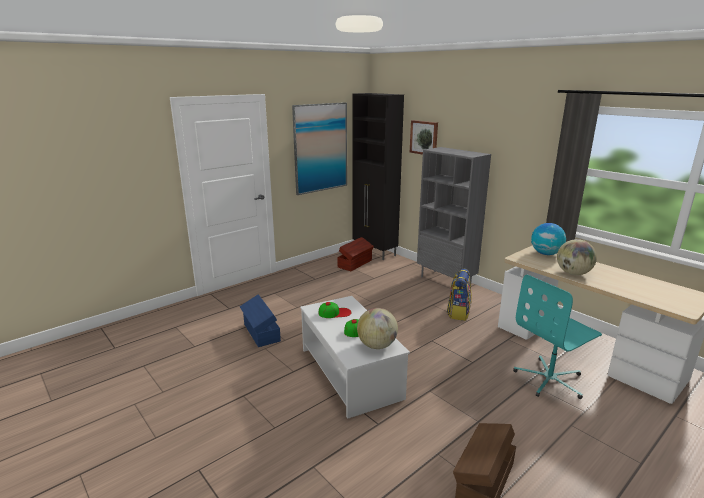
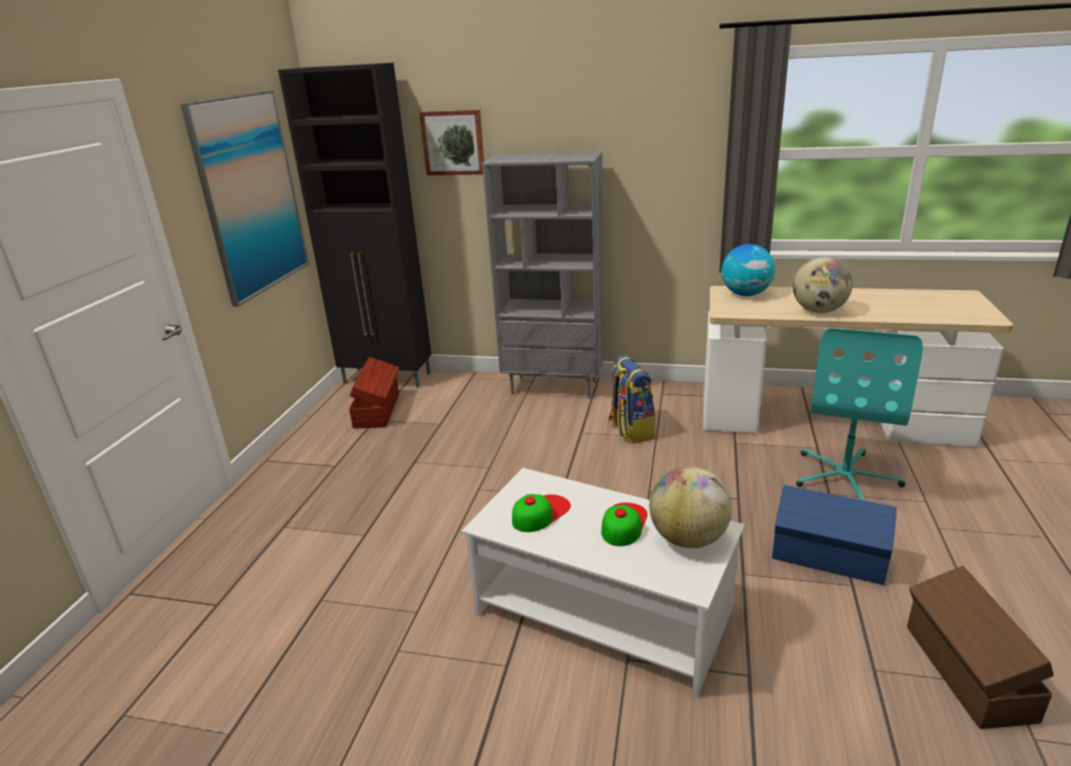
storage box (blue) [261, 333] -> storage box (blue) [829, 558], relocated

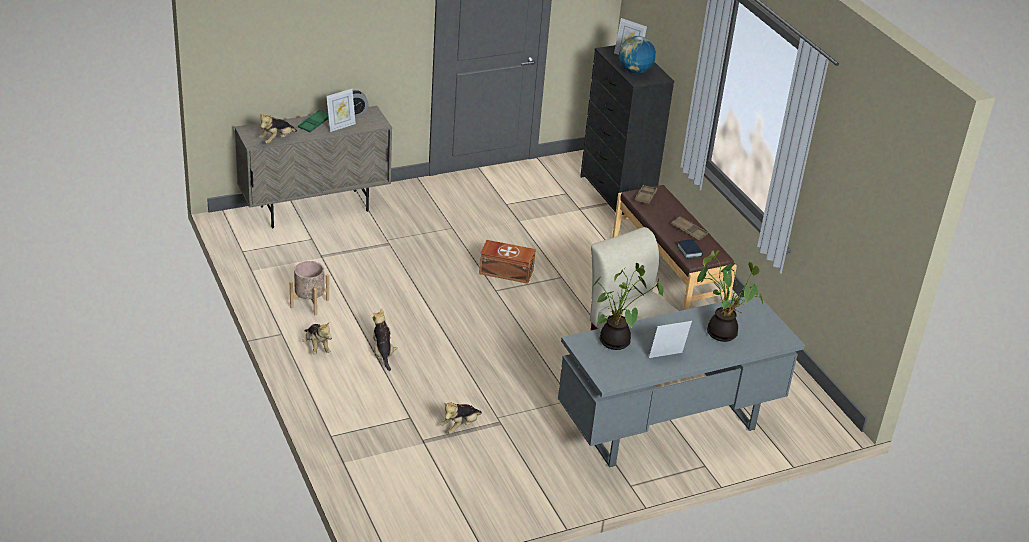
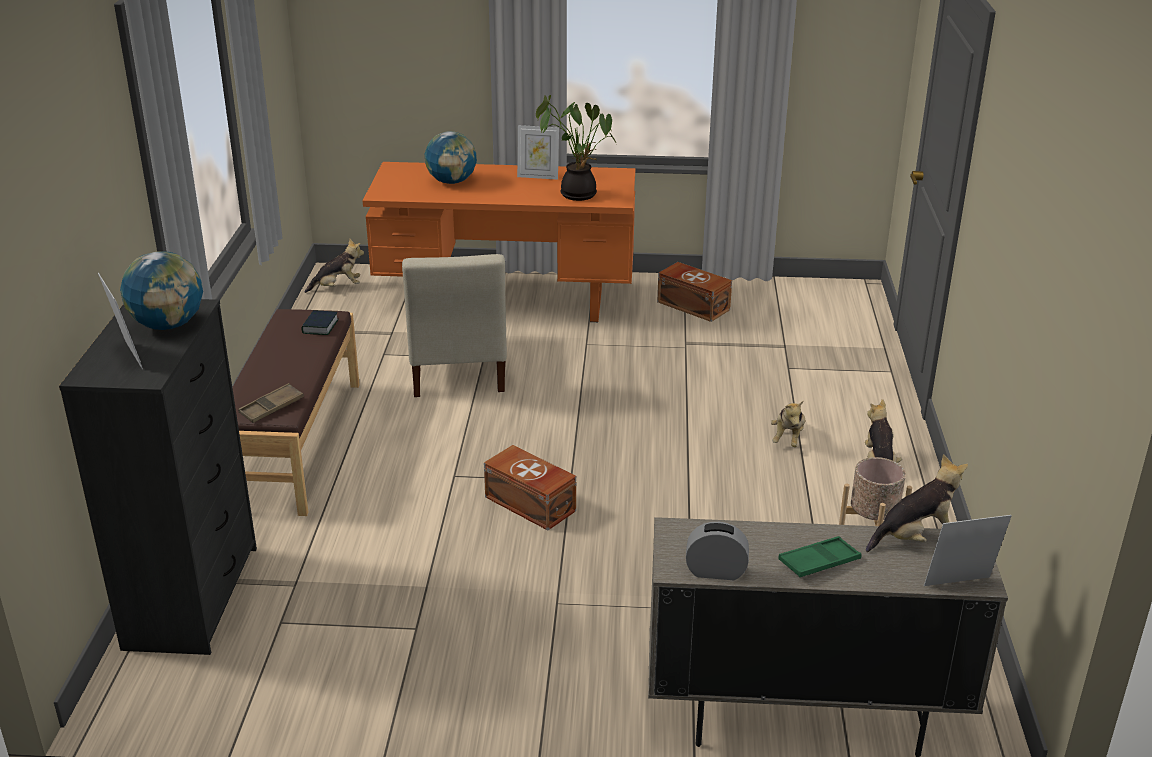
plush toy [460, 426] -> plush toy [338, 287], relocated
desk (grey) [668, 428] -> desk (orange) [506, 302]
potted plant [722, 332] -> globe [451, 182]
none -> storage box (brown) [693, 305]
picture frame [341, 126] -> picture frame [960, 586], relocated
tray (brown) [689, 231] -> none

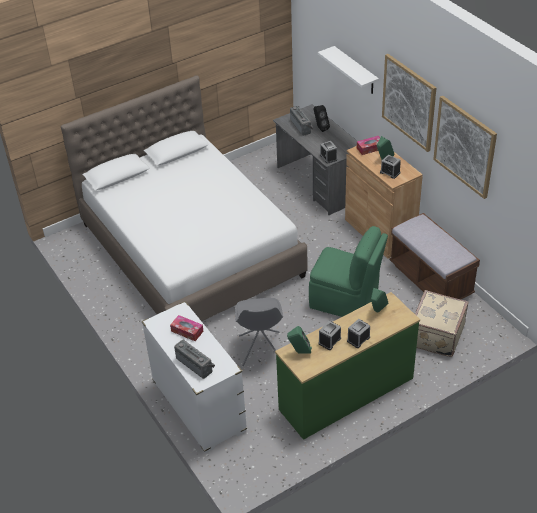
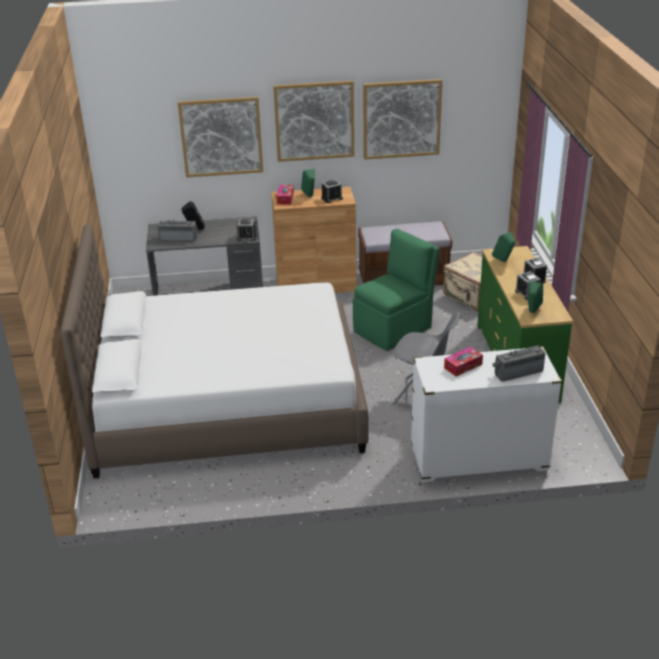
shelf (white) [355, 71] -> picture [221, 137]

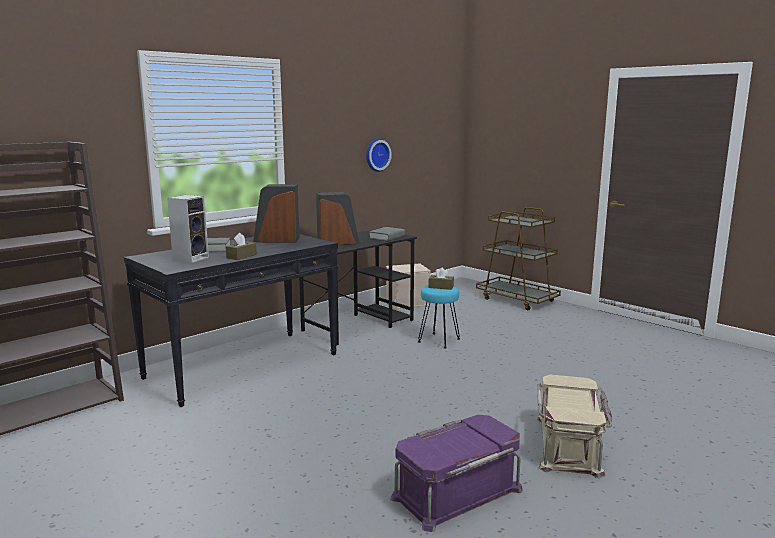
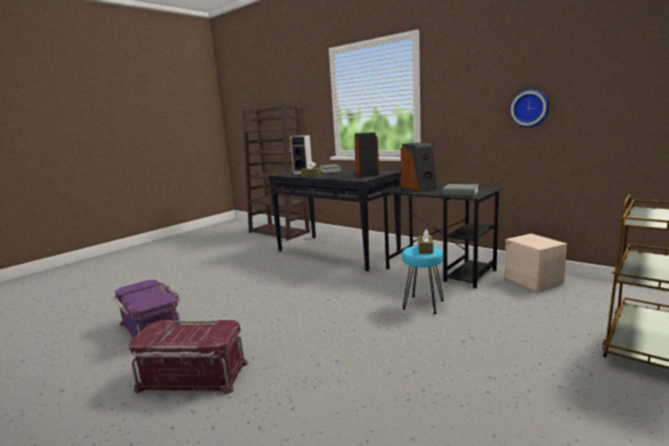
storage box (beige) [569, 445] -> storage box (red) [192, 376]

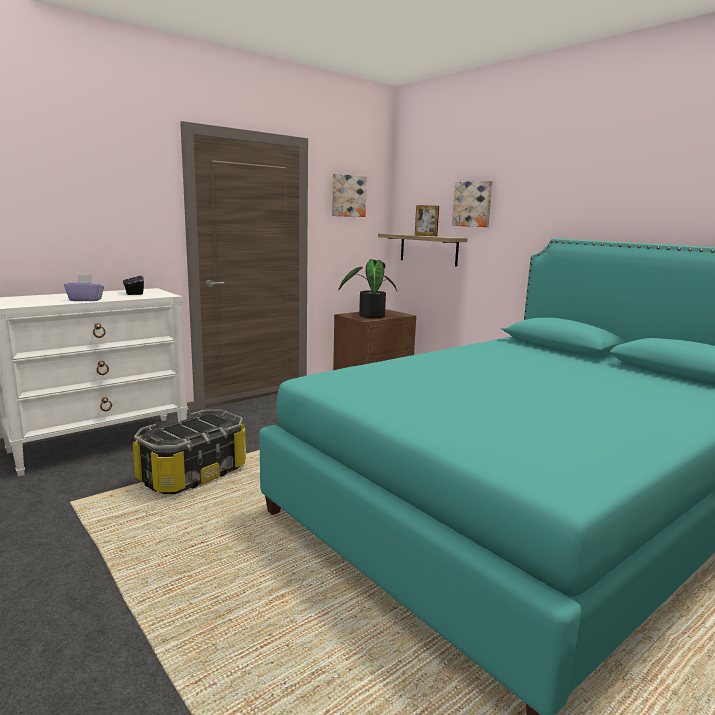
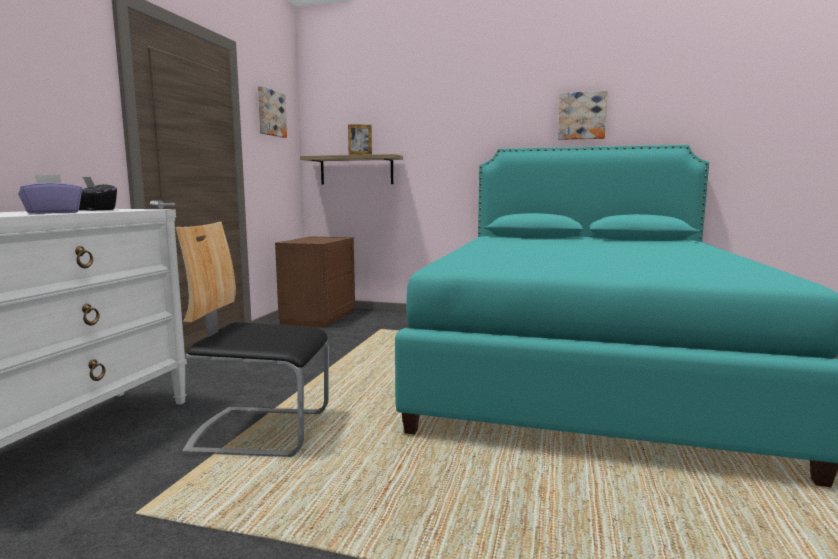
storage box [193, 474] -> chair [261, 431]
picture [473, 204] -> picture [582, 116], relocated
potted plant [369, 315] -> none

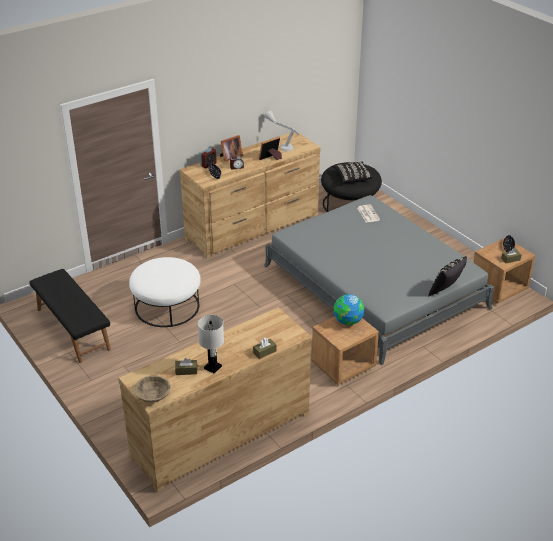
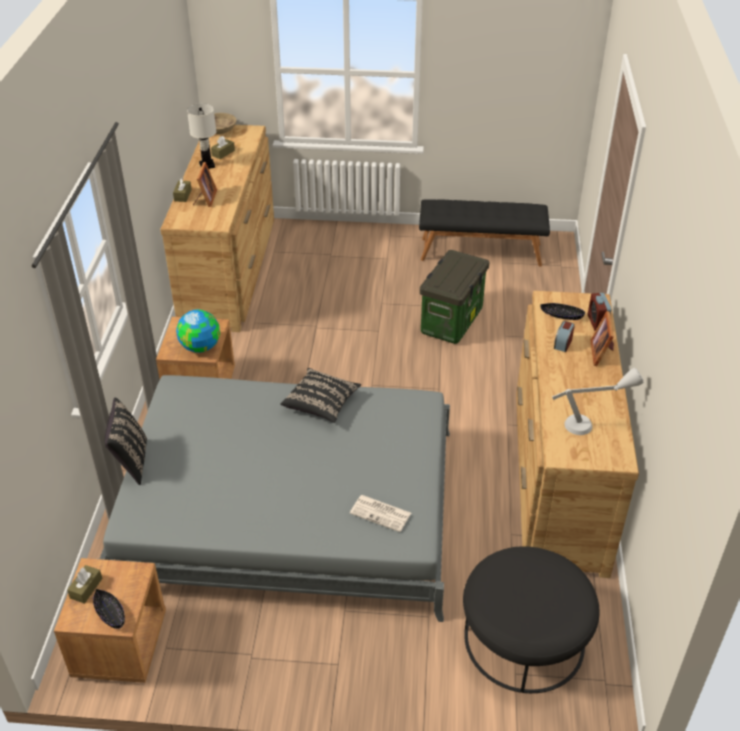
picture frame [271, 158] -> picture frame [205, 199], relocated
pillow (black) [352, 177] -> pillow (black) [321, 404], relocated
ottoman (white) [167, 306] -> storage box [451, 320]

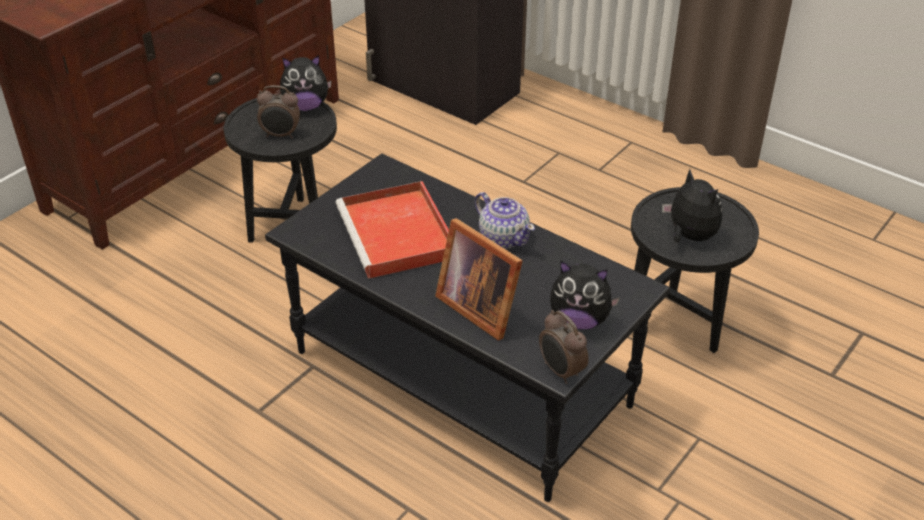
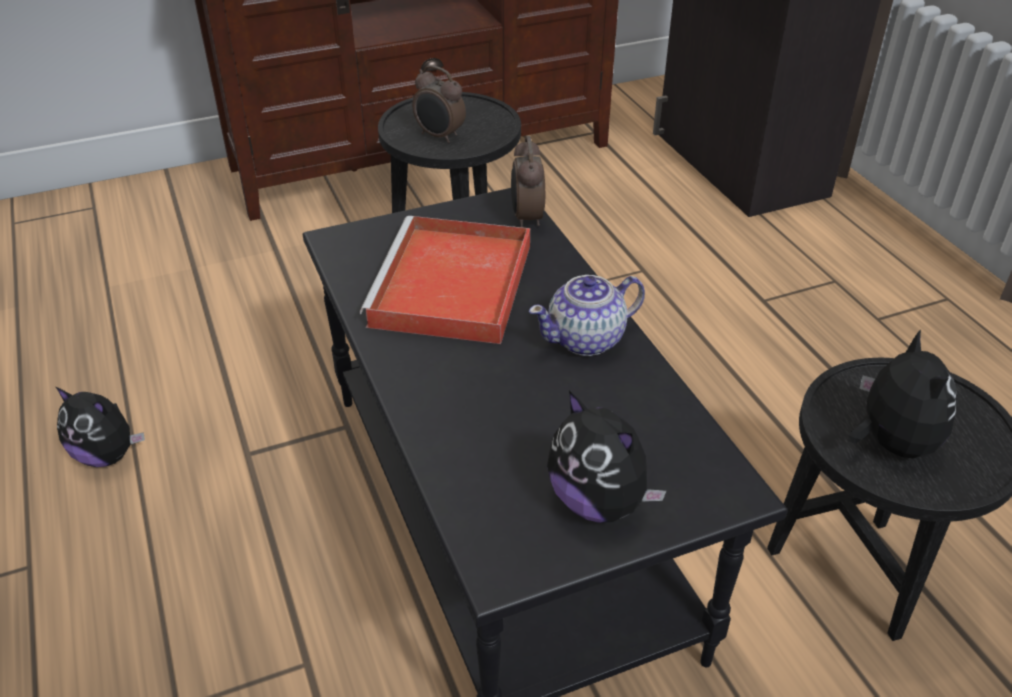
plush toy [306, 106] -> plush toy [107, 455], relocated
alarm clock [560, 371] -> alarm clock [526, 218], relocated
teapot [503, 237] -> teapot [587, 339], 75 degrees clockwise
picture frame [479, 306] -> none

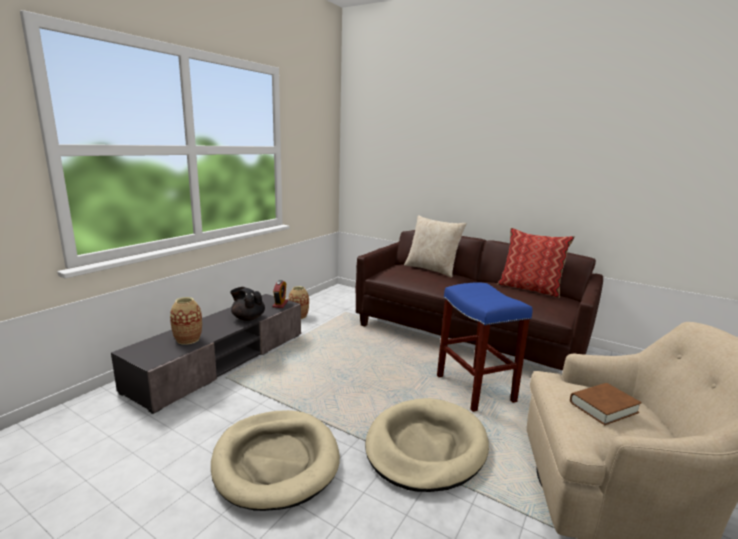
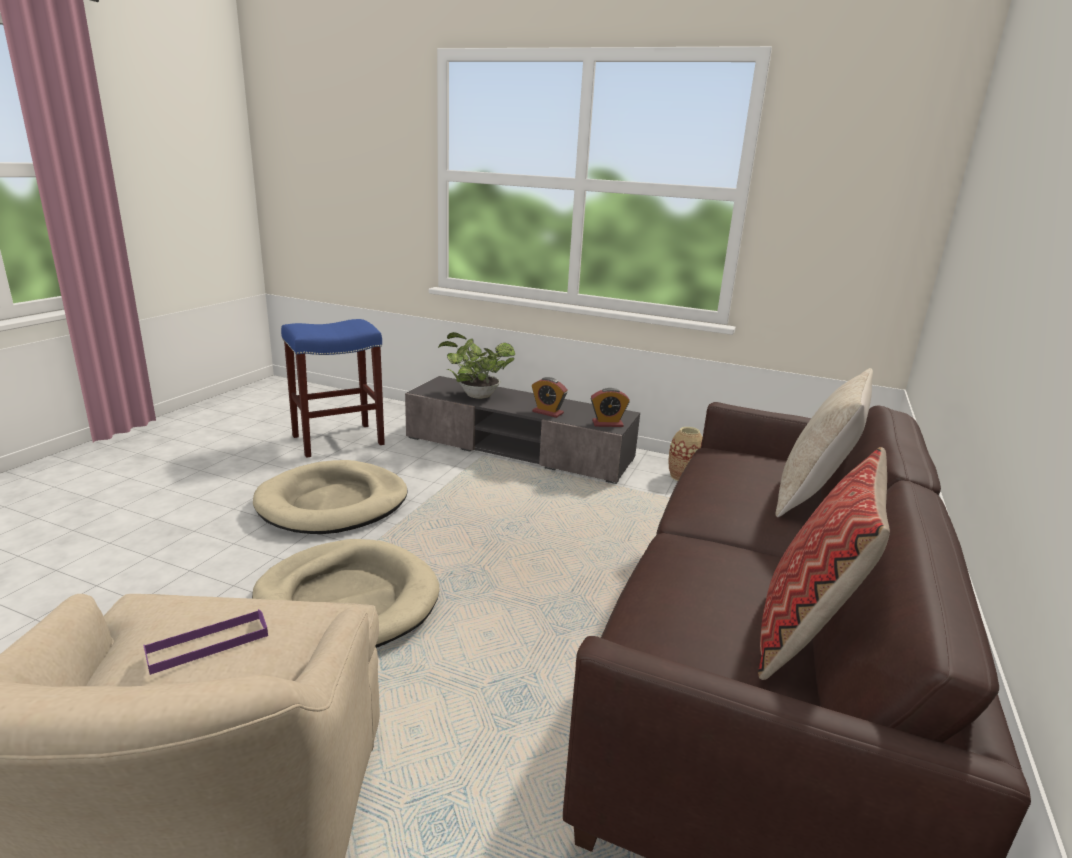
book (brown) [603, 407] -> tray (purple) [208, 644]
stool (blue) [476, 389] -> stool (blue) [337, 440], relocated
vase [188, 339] -> potted plant [475, 395]
teapot (black) [248, 318] -> alarm clock [548, 412]

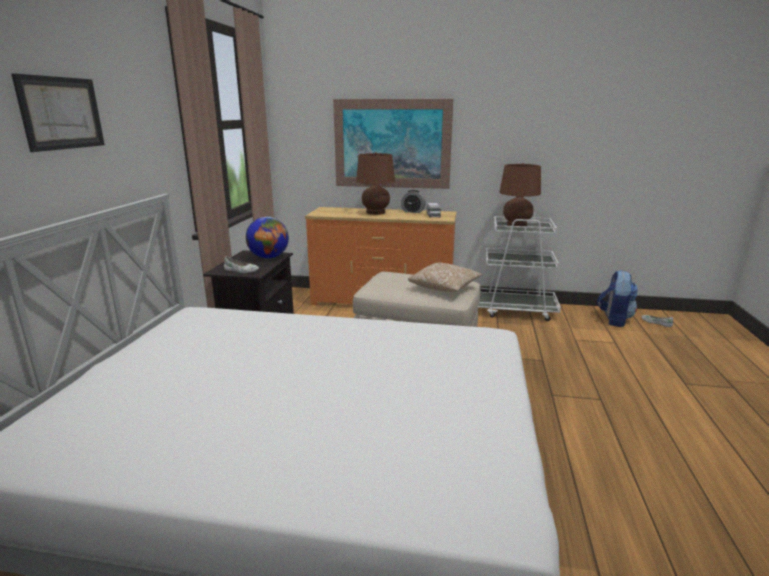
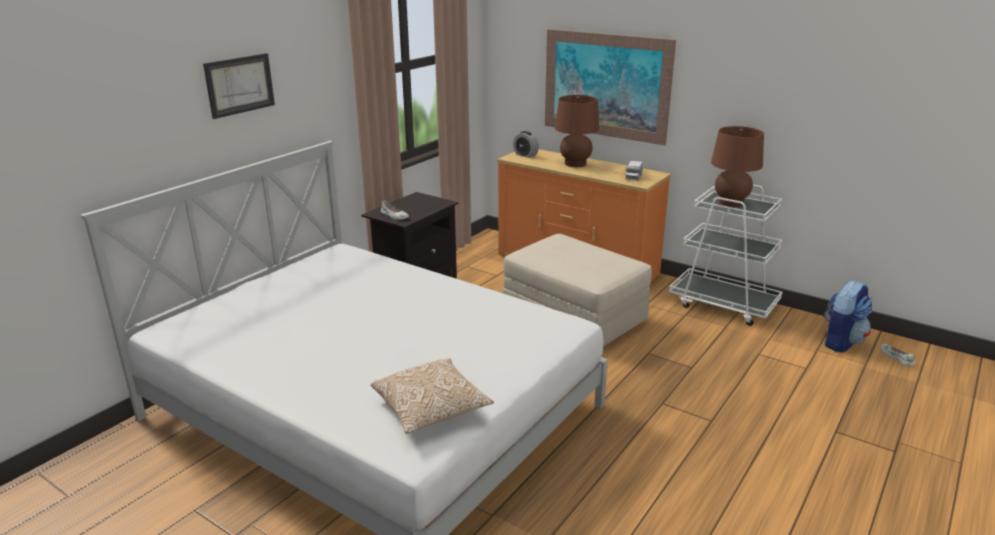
pillow [444, 288] -> pillow [431, 409], relocated
alarm clock [413, 211] -> alarm clock [525, 155], relocated
globe [269, 257] -> none

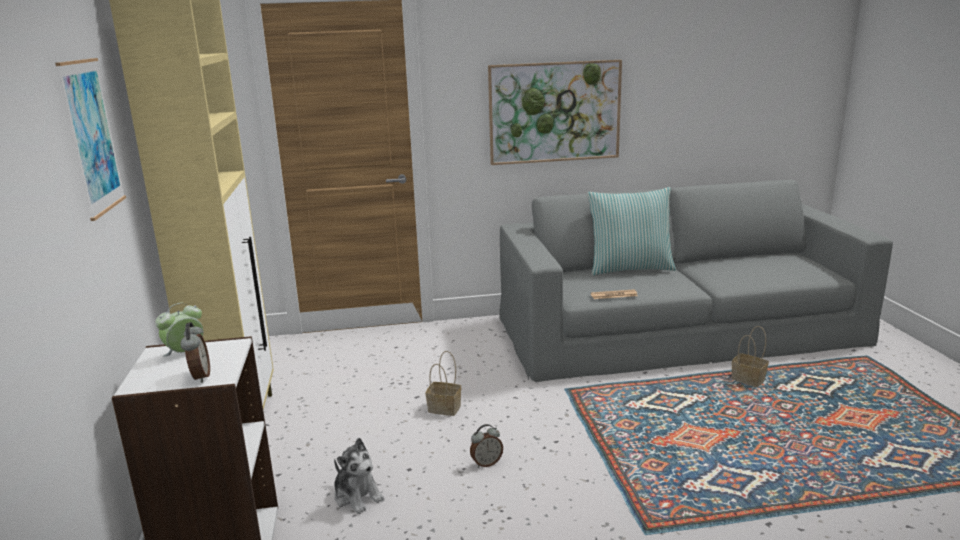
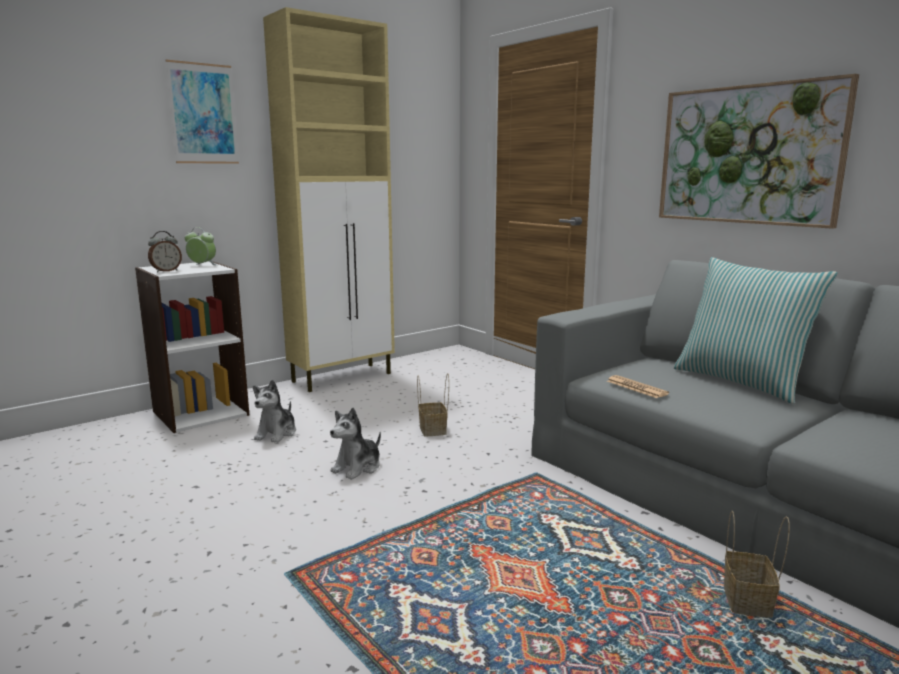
alarm clock [486, 463] -> plush toy [357, 467]

